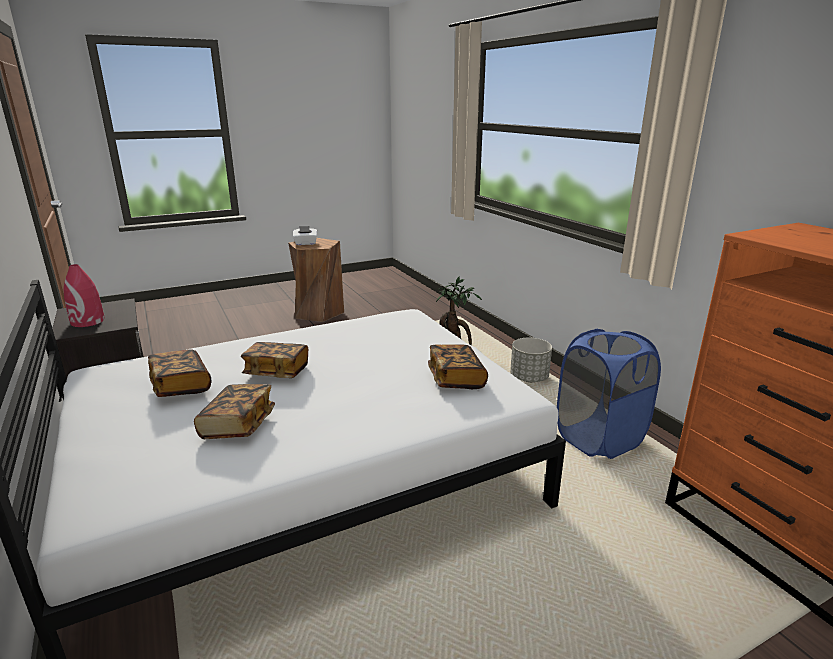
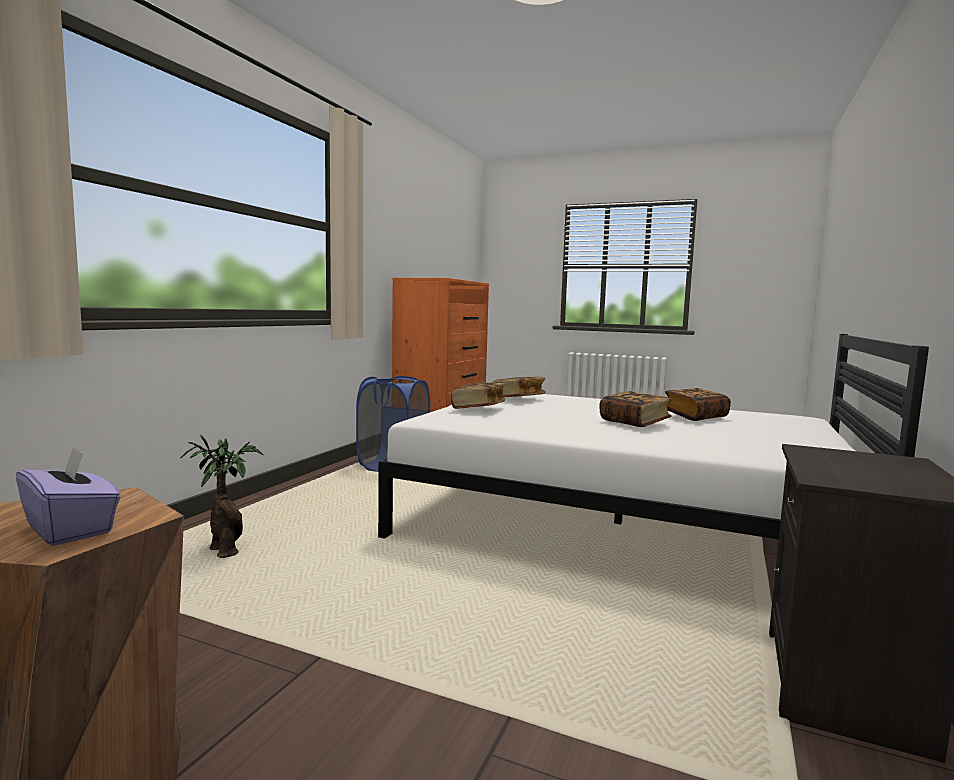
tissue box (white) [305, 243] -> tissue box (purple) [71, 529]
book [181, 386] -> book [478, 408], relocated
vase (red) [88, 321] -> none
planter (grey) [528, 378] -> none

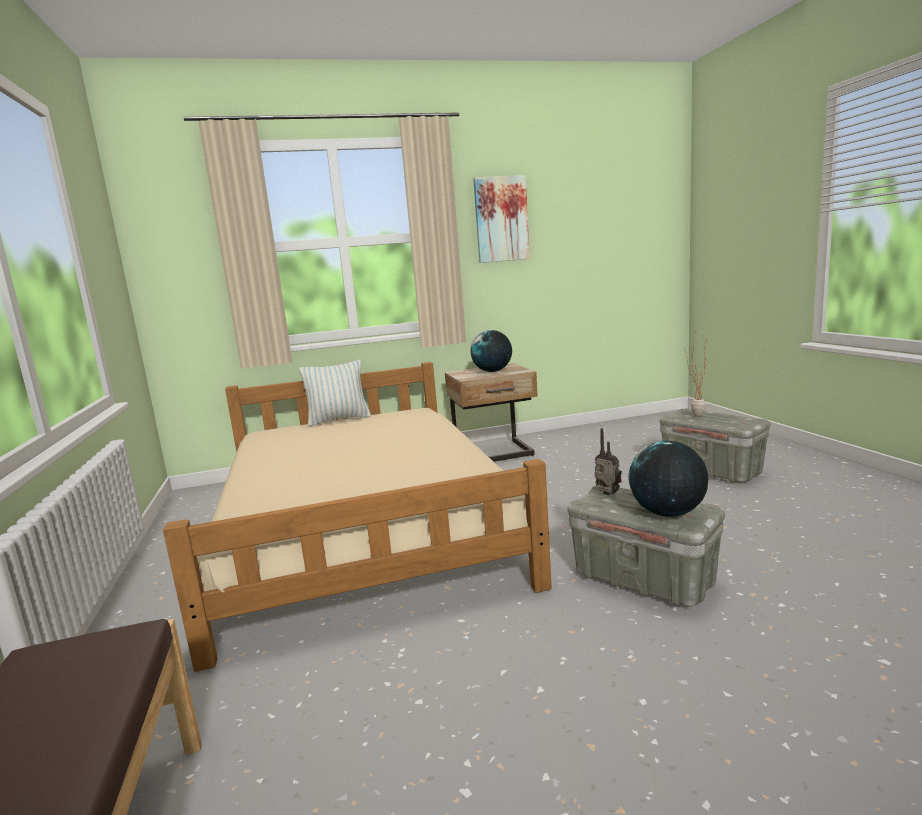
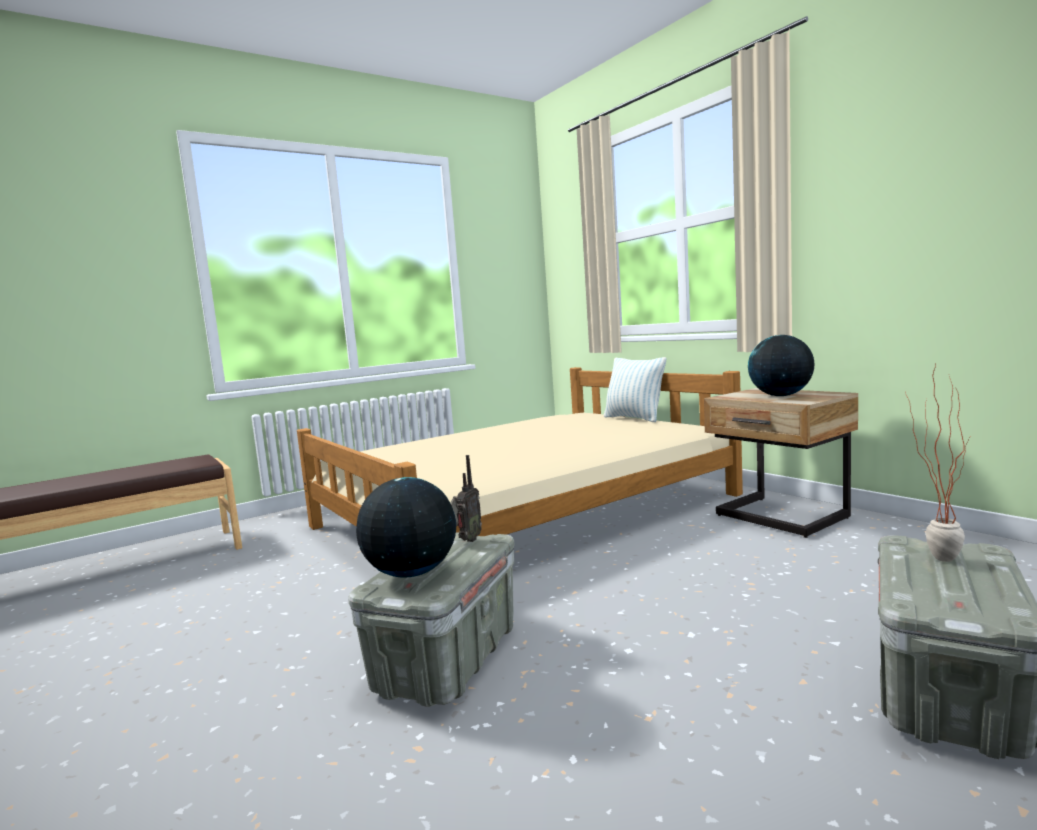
picture [501, 219] -> none

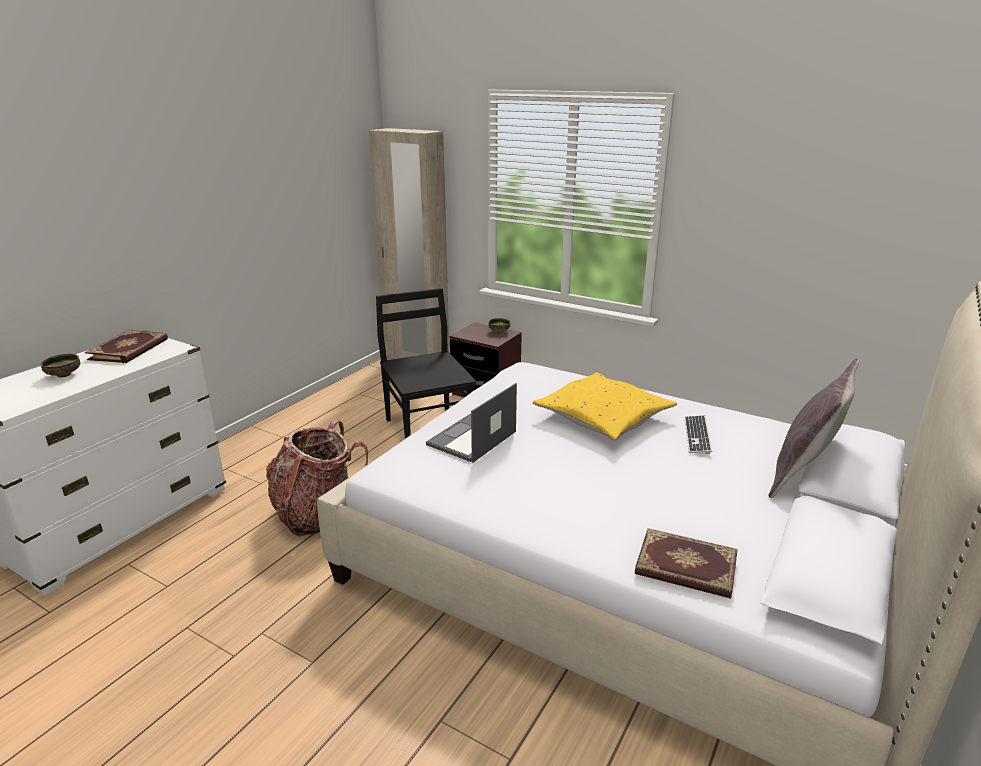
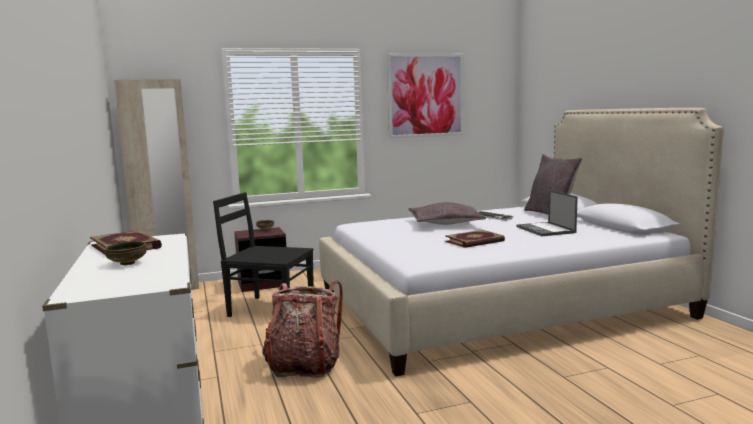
none -> picture [426, 95]
pillow (yellow) [603, 417] -> pillow (grey) [445, 223]
book [685, 567] -> book [475, 241], relocated
laptop [471, 439] -> laptop [546, 230], relocated

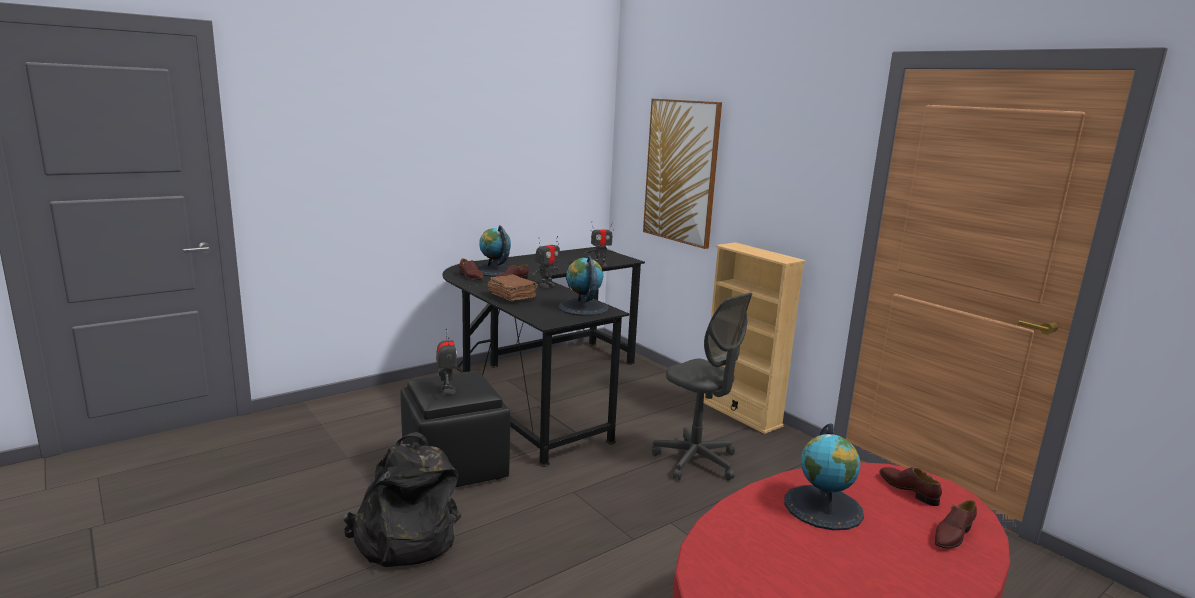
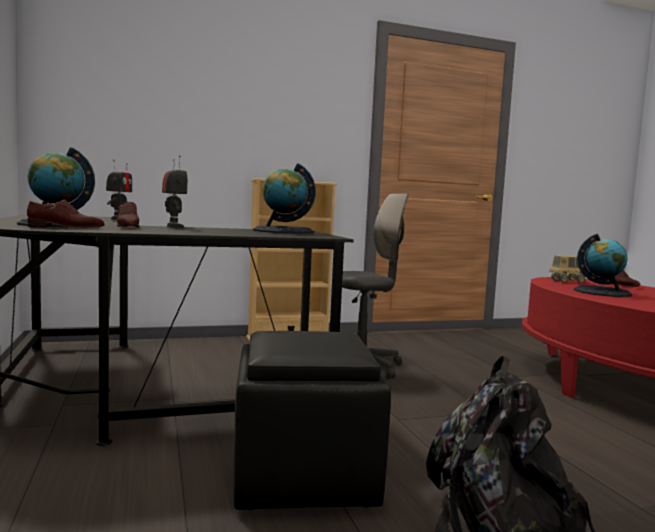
shoe (brown) [908, 490] -> toy truck [567, 281]
toy robot [447, 390] -> none
book (brown) [512, 296] -> none
picture [681, 171] -> none

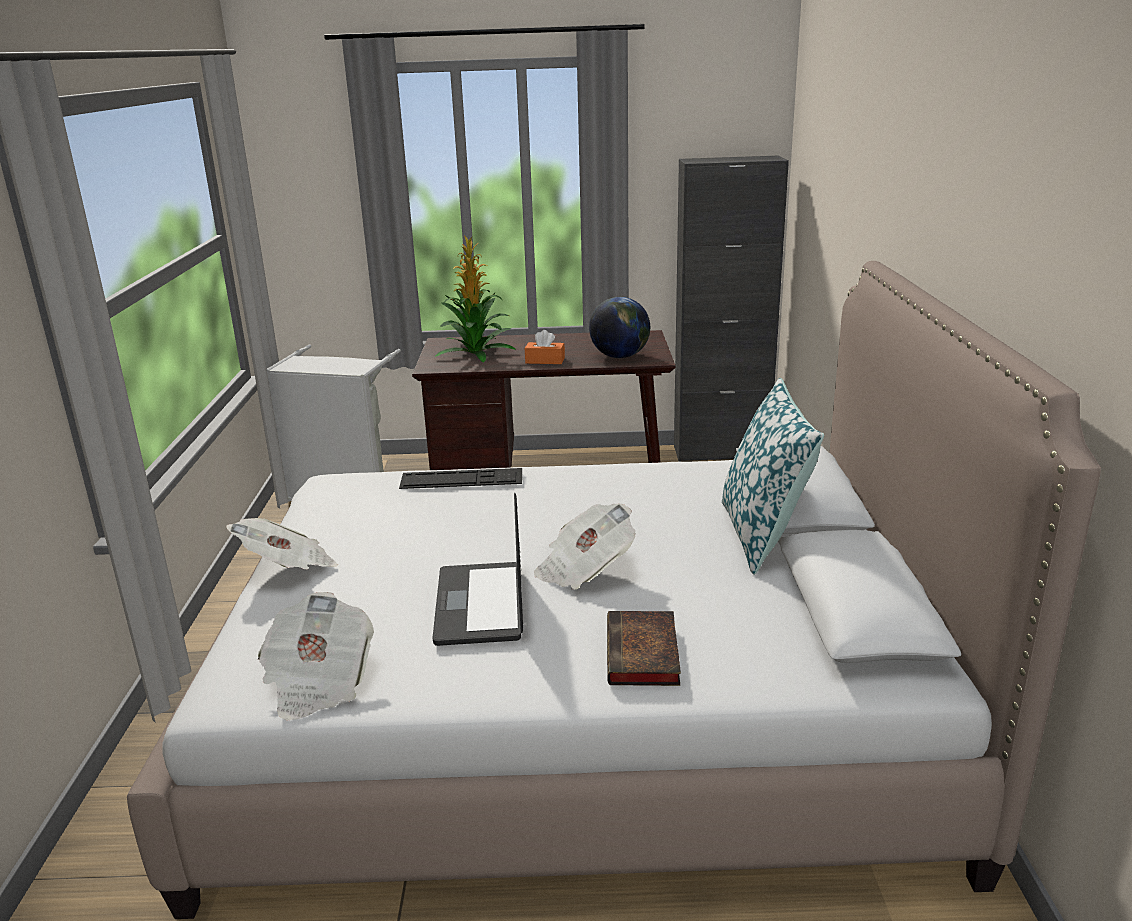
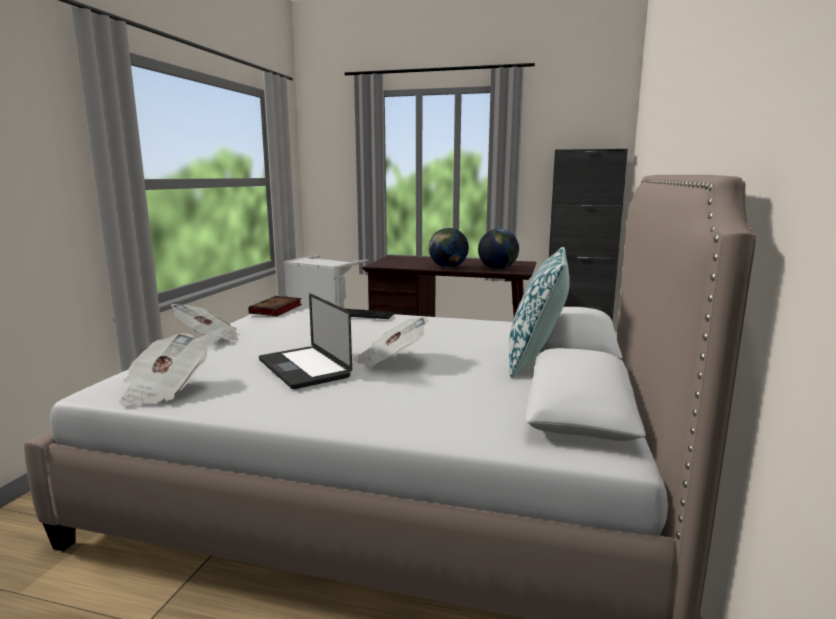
book [643, 655] -> book [276, 309], relocated
laptop [480, 605] -> laptop [303, 368], 45 degrees counterclockwise
tissue box (orange) [545, 361] -> globe [448, 267]
potted plant [477, 353] -> none

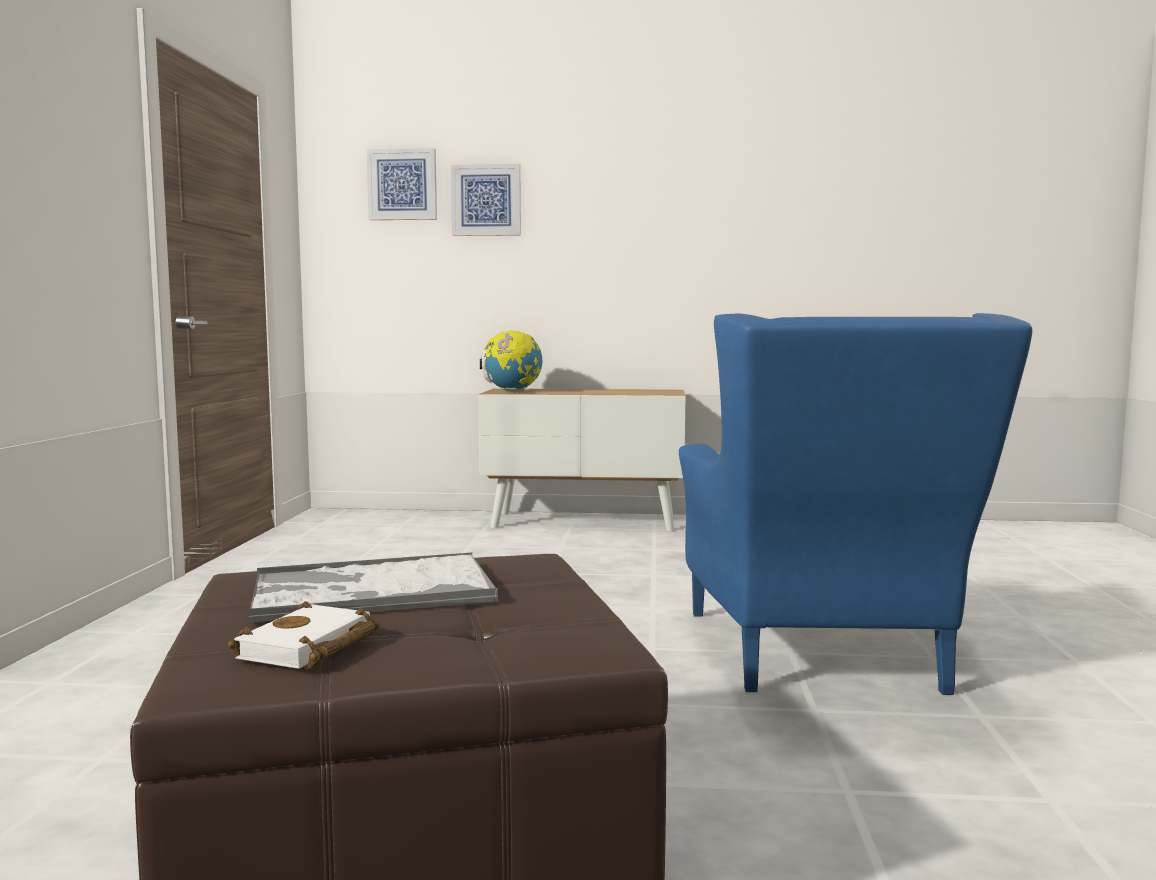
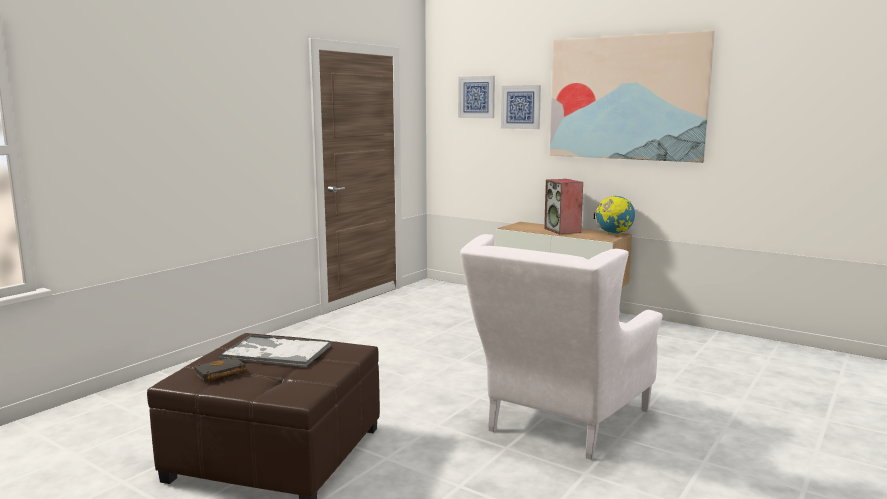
book (white) [308, 648] -> book (black) [219, 374]
armchair (blue) [826, 659] -> armchair (white) [557, 424]
none -> speaker [563, 230]
none -> picture [626, 98]
globe [512, 391] -> globe [613, 234], relocated

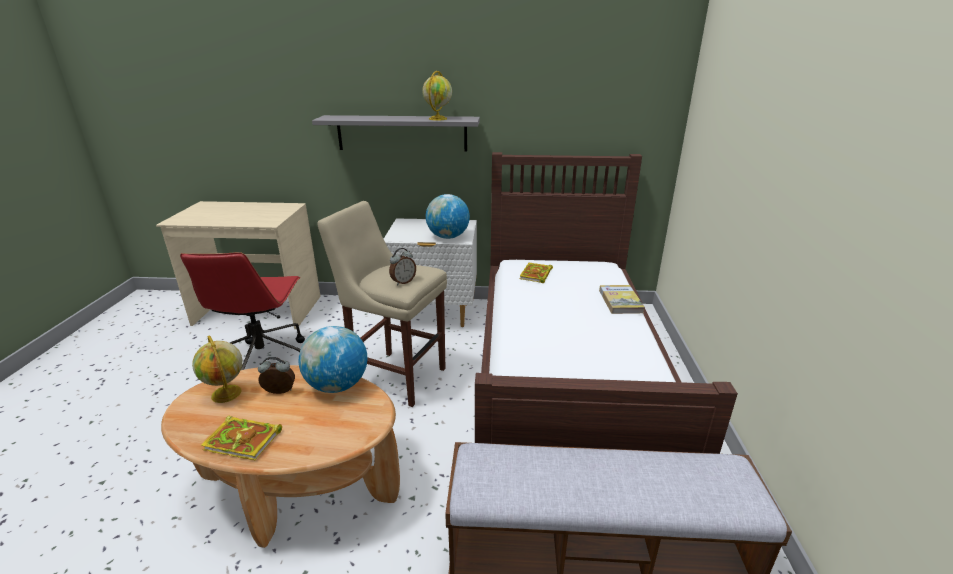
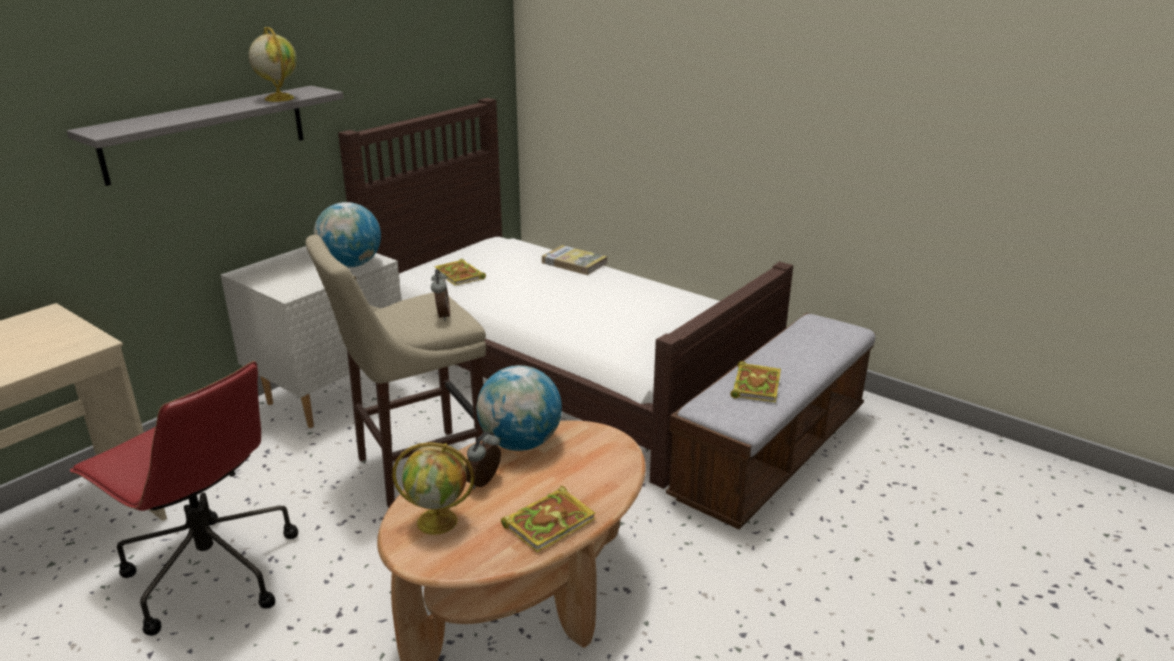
none -> book [755, 385]

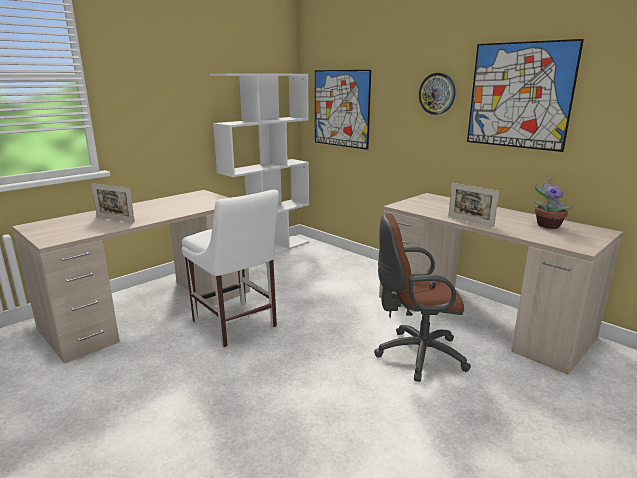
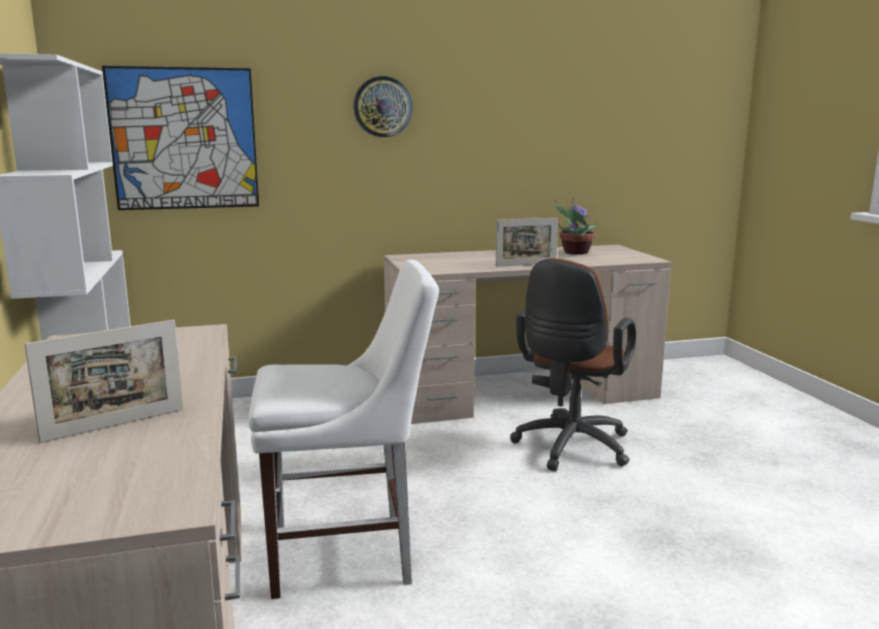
picture [519, 95] -> none

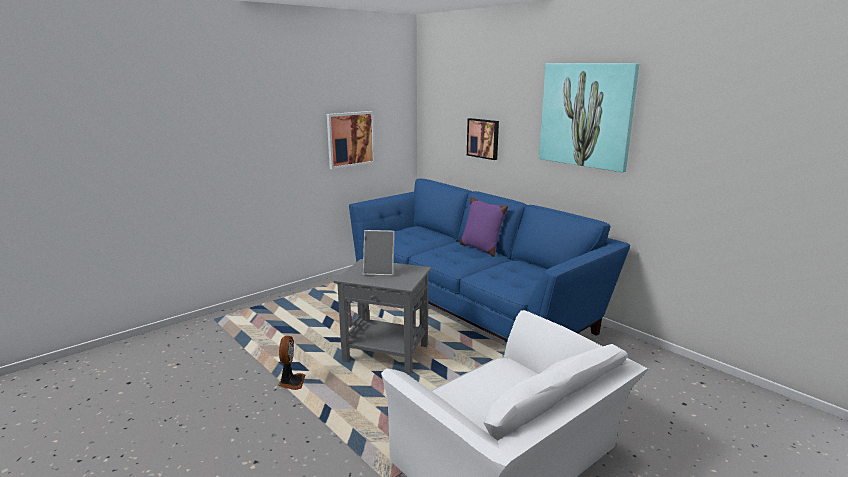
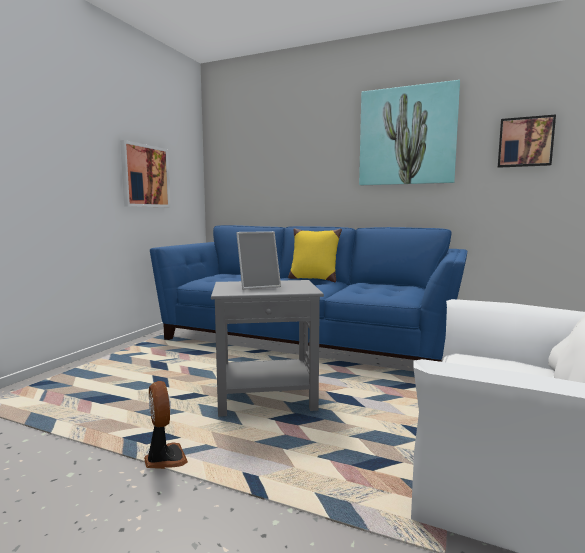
pillow (purple) [481, 248] -> pillow (yellow) [313, 279]
picture [483, 138] -> picture [525, 142], relocated

